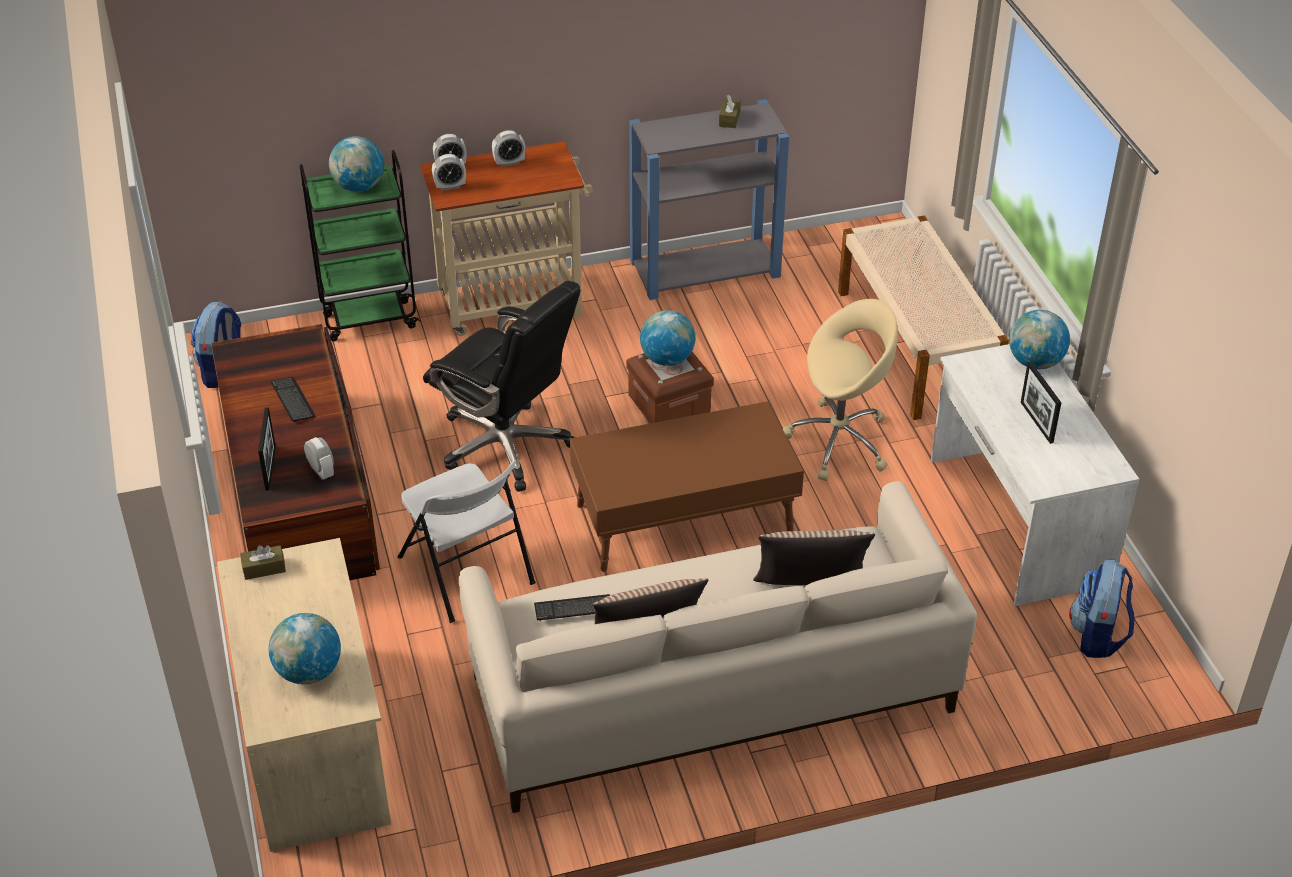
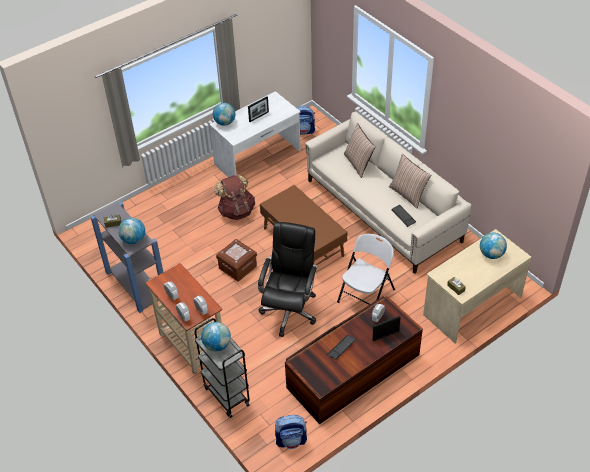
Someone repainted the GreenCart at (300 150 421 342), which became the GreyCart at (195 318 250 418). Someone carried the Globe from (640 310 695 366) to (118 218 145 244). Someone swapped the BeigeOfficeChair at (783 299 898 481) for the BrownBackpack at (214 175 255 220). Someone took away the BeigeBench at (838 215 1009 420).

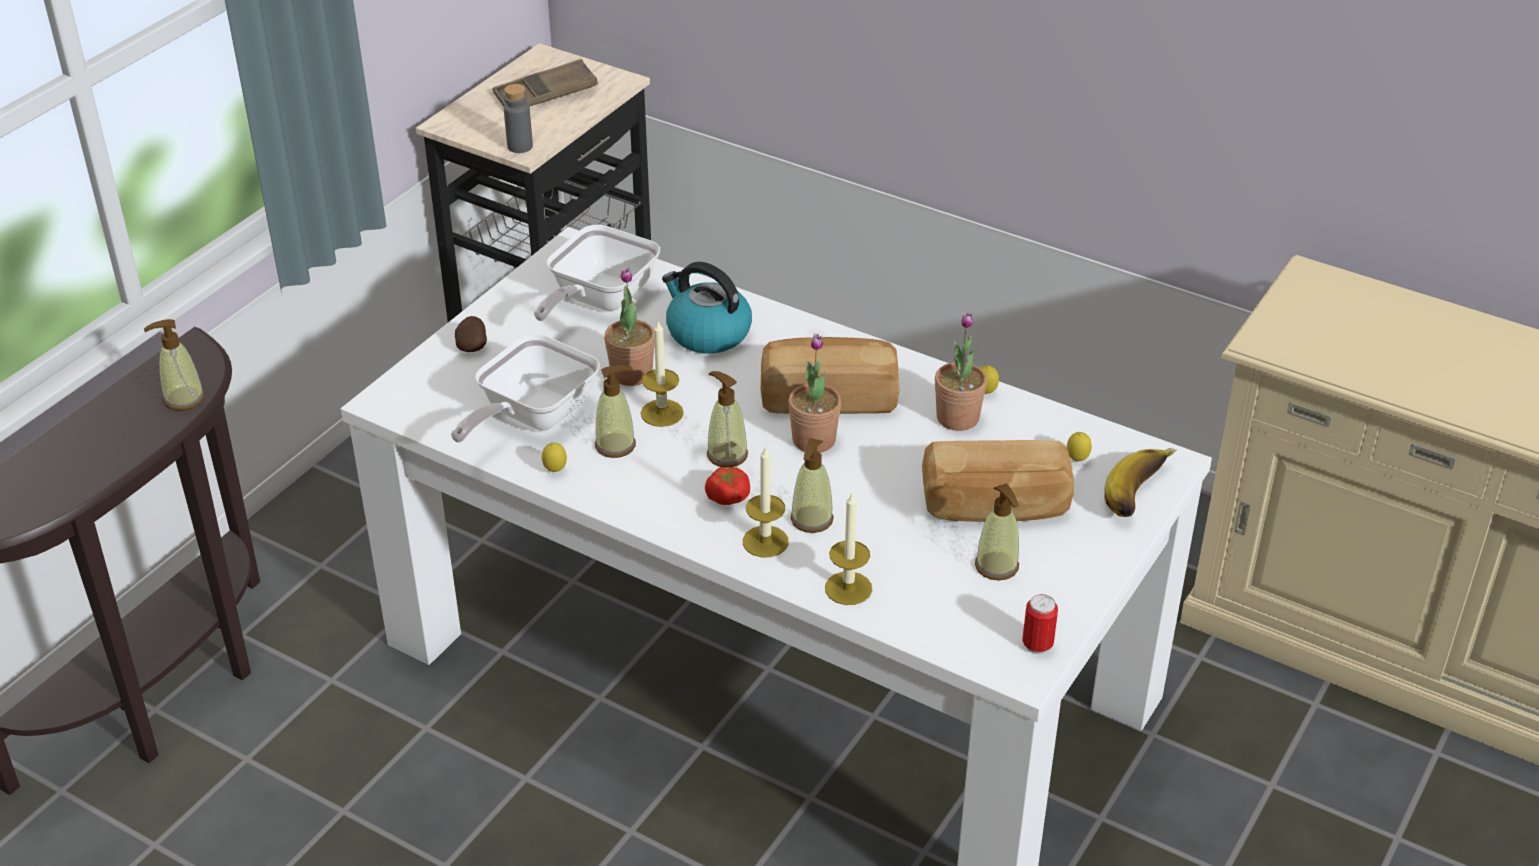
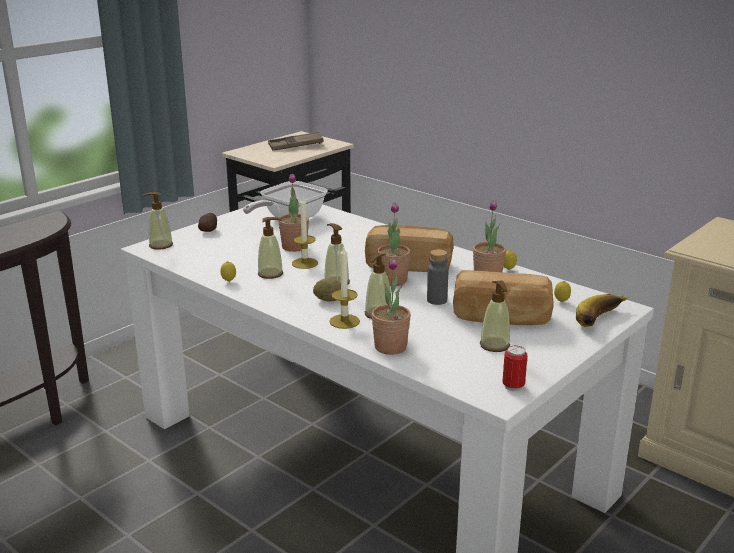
Someone carried the SoapDispenser from (144 319 205 411) to (143 192 173 250). Someone took away the FryingPan at (451 334 600 443). Someone carried the GreyBottle from (504 84 533 153) to (427 249 449 305). Someone took away the Kettle at (662 262 752 354). Someone swapped the Tomato at (705 467 750 505) for the Potato at (313 278 341 302). Someone swapped the Candle at (825 493 872 605) for the PottedPlant at (371 258 411 355).

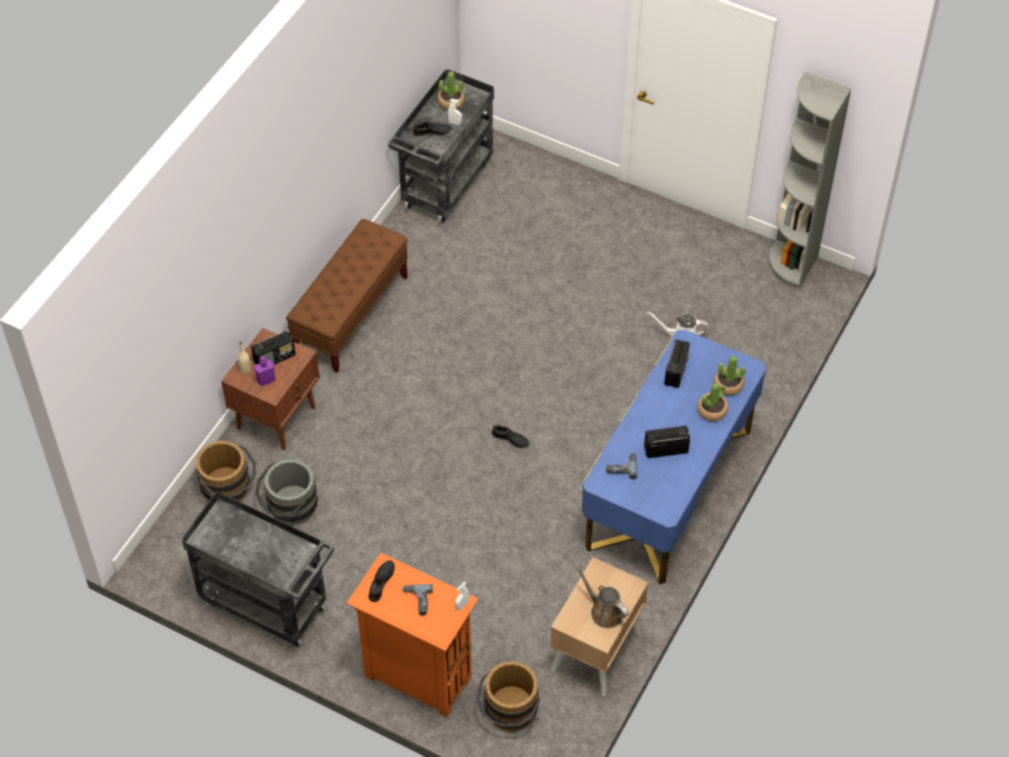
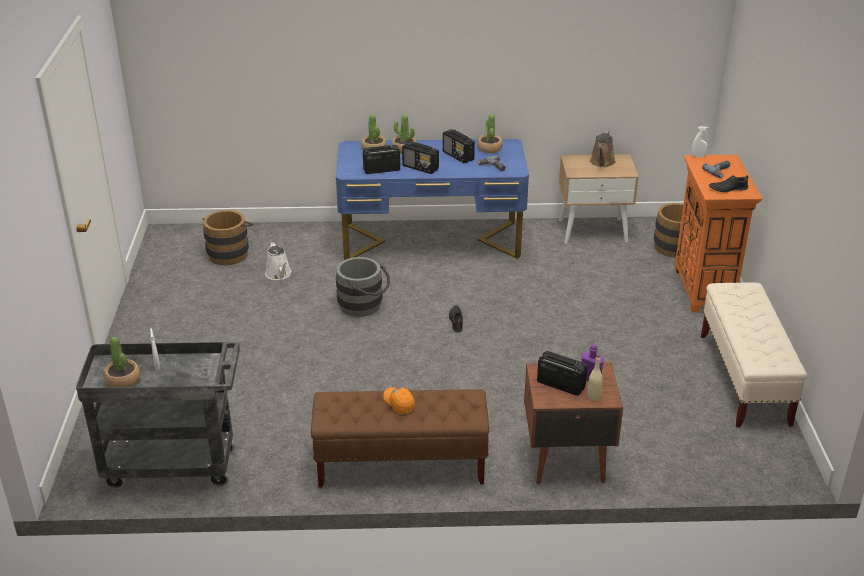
Someone swapped the BlackCart at (182 492 334 647) for the BeigeBench at (701 282 807 428). Someone carried the BrownBucket from (196 441 256 502) to (203 210 253 265). Someone carried the GreyBucket from (255 459 318 525) to (336 257 390 317). Someone took away the BlackShoe at (413 121 452 136). Someone took away the GreyBookcase at (769 72 851 287). Someone put down the OrangeCap at (383 387 415 414). Someone put down the Radio at (402 142 439 174). Someone put down the PottedPlant at (478 114 503 153).

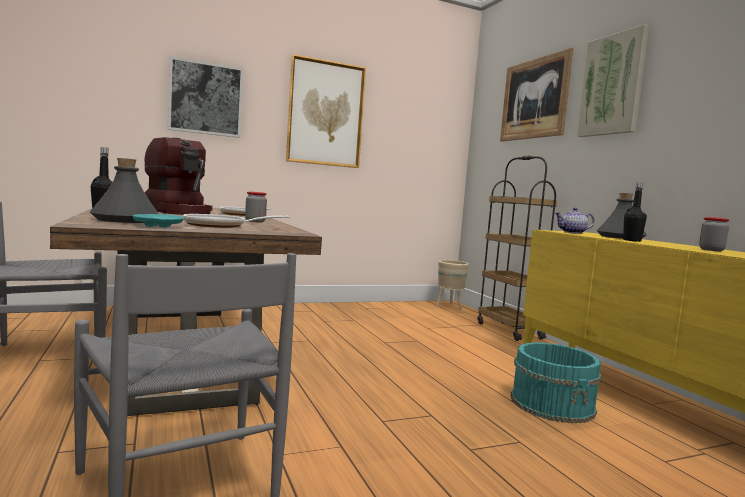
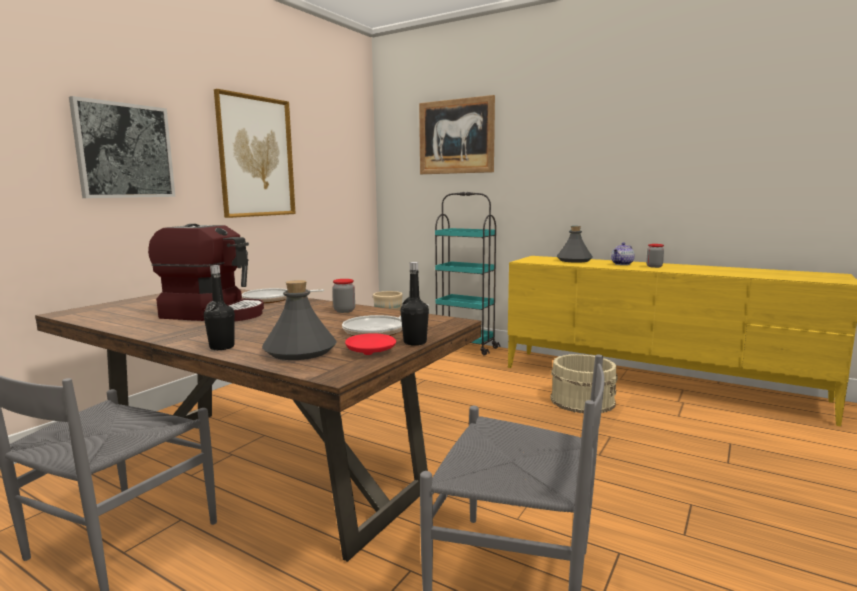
Someone repainted the TurquoisePlate at (133 214 184 228), which became the RedPlate at (345 333 396 355). Someone repainted the BrownCart at (478 156 557 341), which became the TurquoiseCart at (435 192 501 355). Someone repainted the TurquoiseBucket at (511 343 602 423), which became the BeigeBucket at (550 354 617 413). Someone carried the Teapot from (555 208 594 234) to (611 243 635 265). Someone took away the Picture at (577 24 649 137). Someone carried the BlackBottle from (623 182 647 242) to (401 262 429 346).

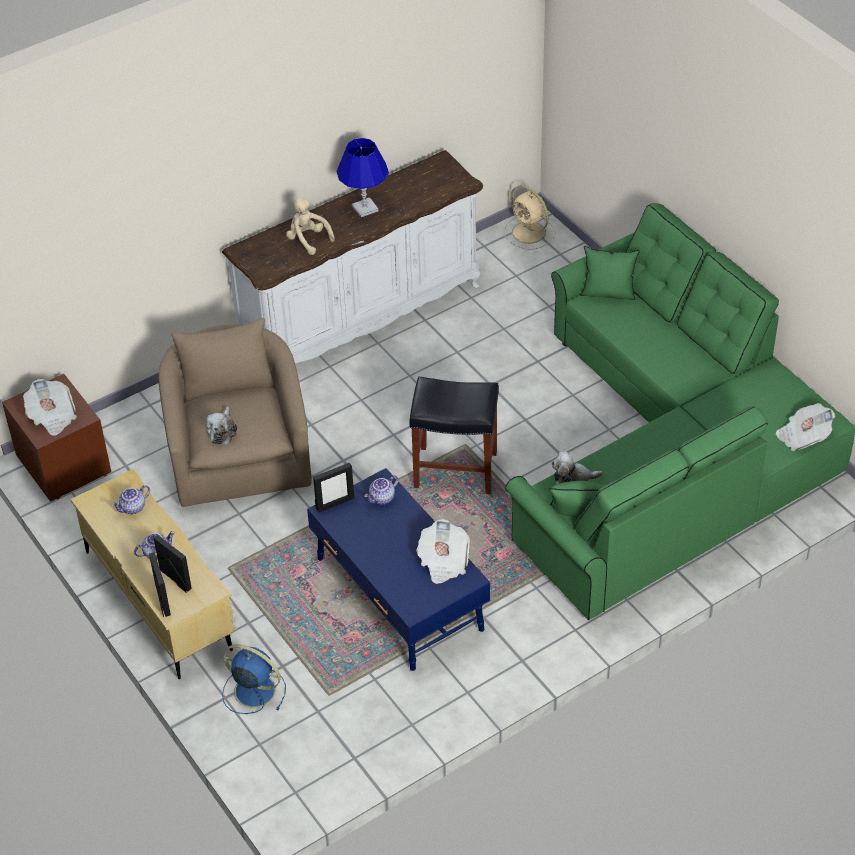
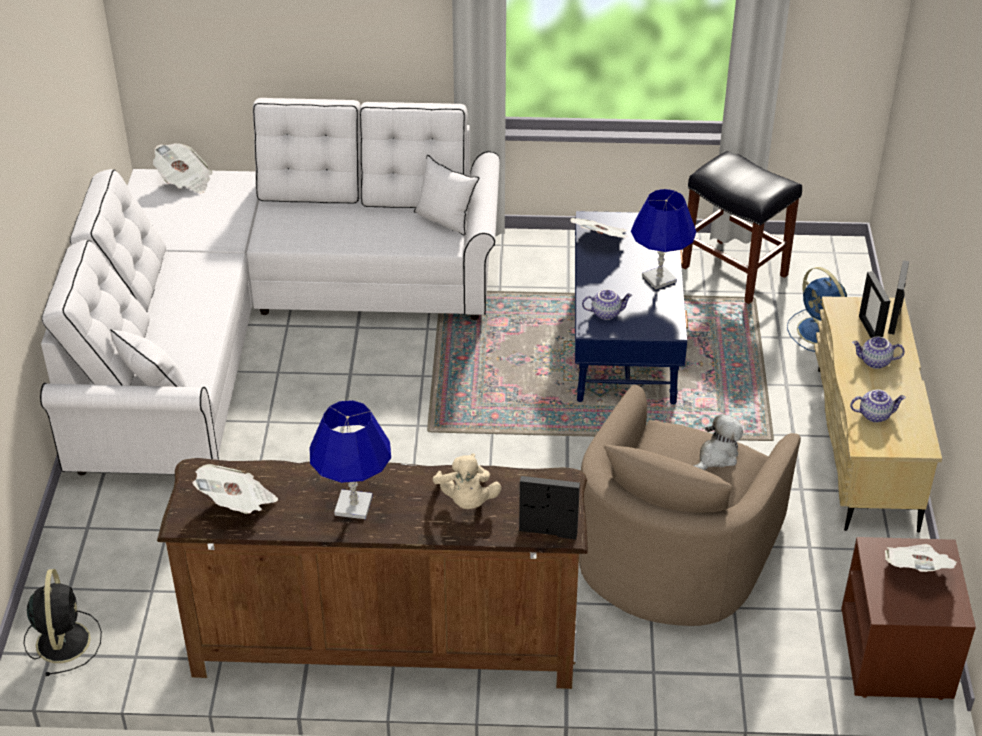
Someone carried the PictureFrame from (313 462 354 513) to (519 476 580 540). Someone carried the BlackStool from (409 377 499 494) to (682 151 802 304). Someone repainted the BeigeFan at (504 185 556 250), which became the BlackFan at (24 569 102 676). Someone repainted the GreenSofa at (505 203 855 620), which became the WhiteSofa at (40 98 500 475). Someone took away the PlushToy at (552 451 603 485). Someone put down the Newspaper at (192 464 278 514). Someone put down the BlueTableLamp at (631 189 696 290).

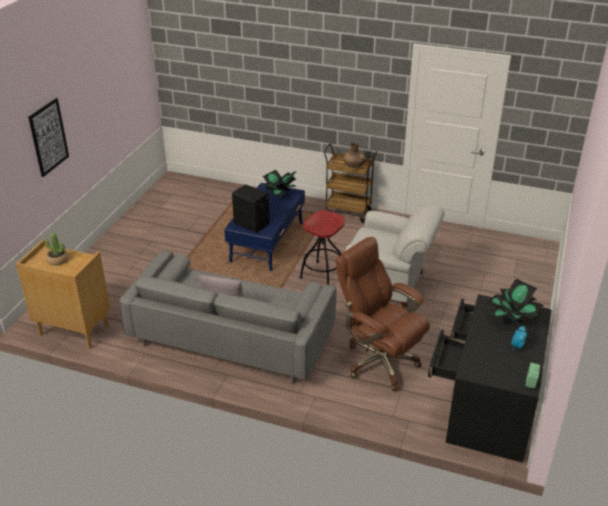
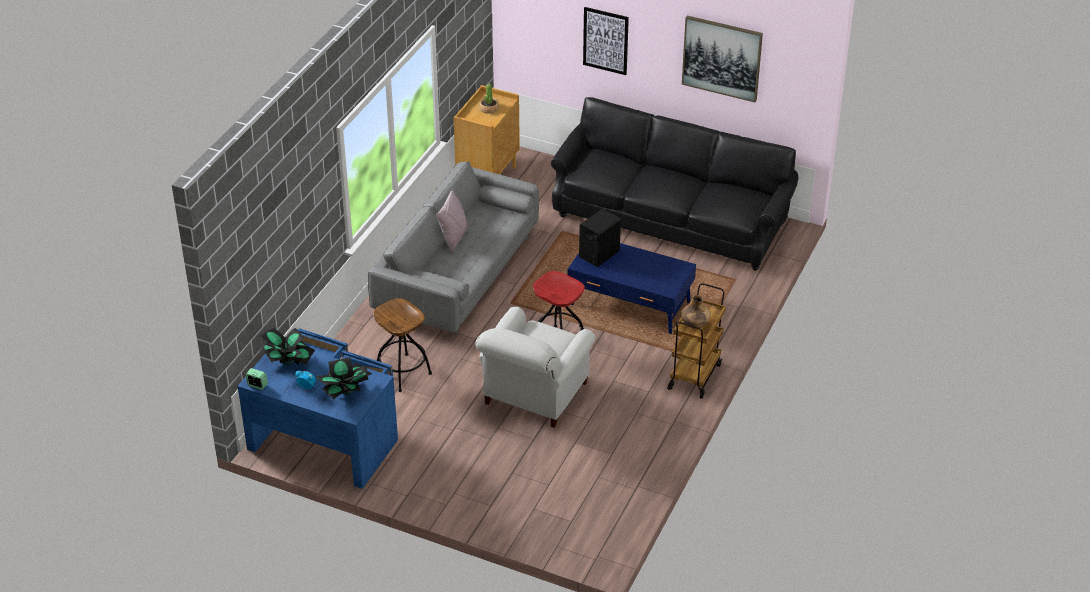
Someone carried the PottedPlant from (262 170 297 197) to (259 328 315 366). Someone swapped the BrownOfficeChair at (336 237 430 391) for the BrownStool at (373 298 432 392). Someone repainted the BlackDesk at (428 294 552 463), which became the BlueDesk at (238 328 398 489). Someone put down the BlackSofa at (551 97 798 271). Someone put up the Picture at (682 16 763 102).

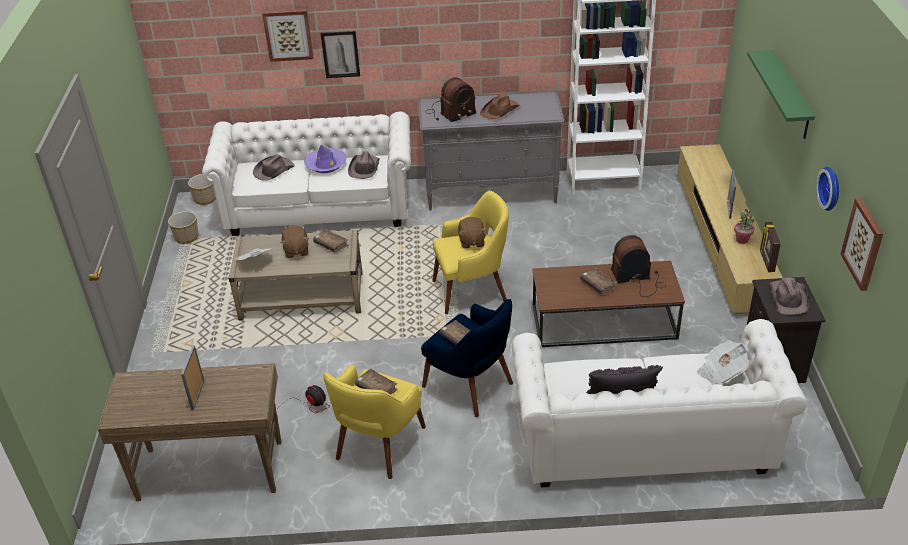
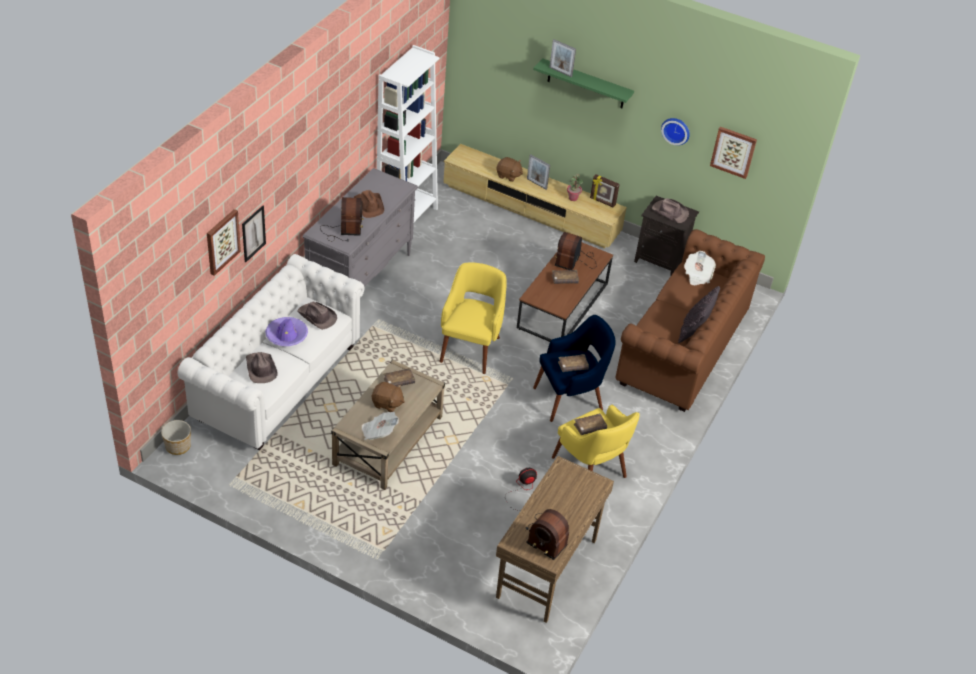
Someone took away the Planter at (168 211 199 244). Someone carried the PictureFrame from (181 345 204 410) to (549 39 576 77). Someone carried the BrownPlushToy from (458 217 487 249) to (496 157 523 182). Someone repainted the WhiteSofa at (512 319 807 487), which became the BrownSofa at (615 229 765 412). Someone put down the Radio at (526 509 569 560).

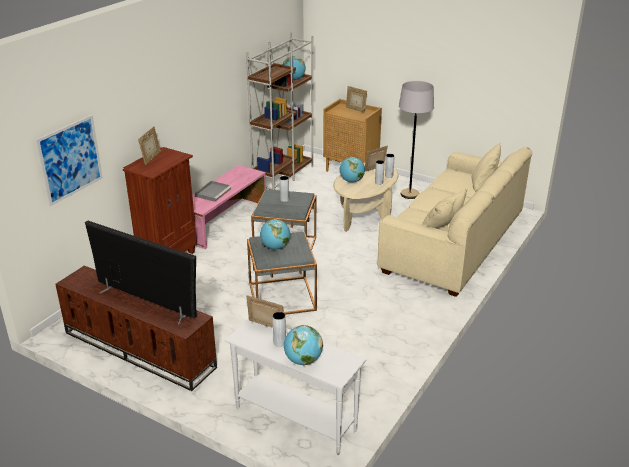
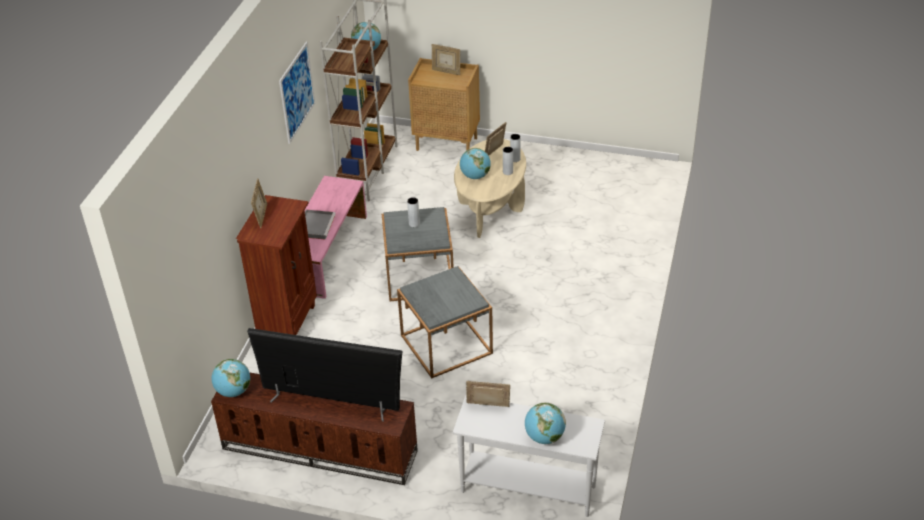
Someone carried the Picture from (36 115 103 206) to (279 42 315 144). Someone carried the Globe from (260 219 290 249) to (211 359 250 397). Someone took away the GreyVase at (273 312 286 347). Someone took away the BeigeSofa at (377 143 532 297). Someone took away the GreyFloorLamp at (399 81 434 199).

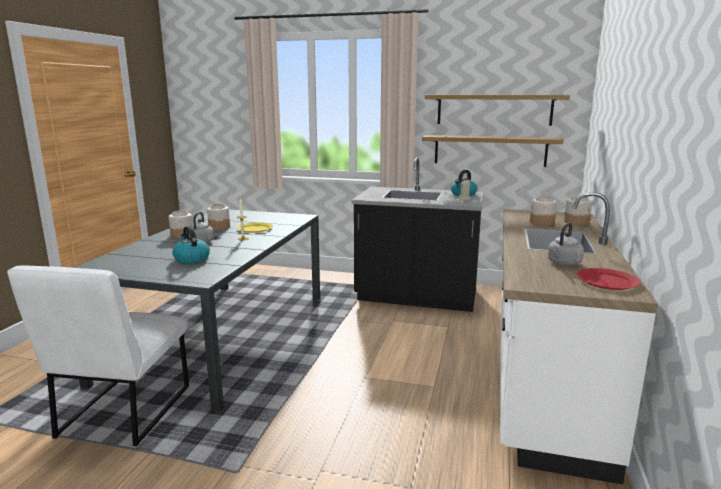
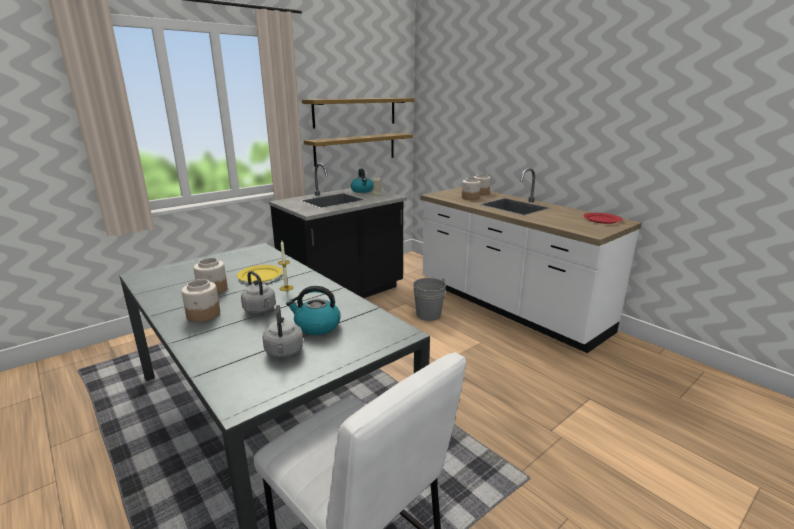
Someone carried the GreyKettle from (548 223 584 266) to (262 305 303 357). Someone put down the GreyBucket at (413 278 446 321).

